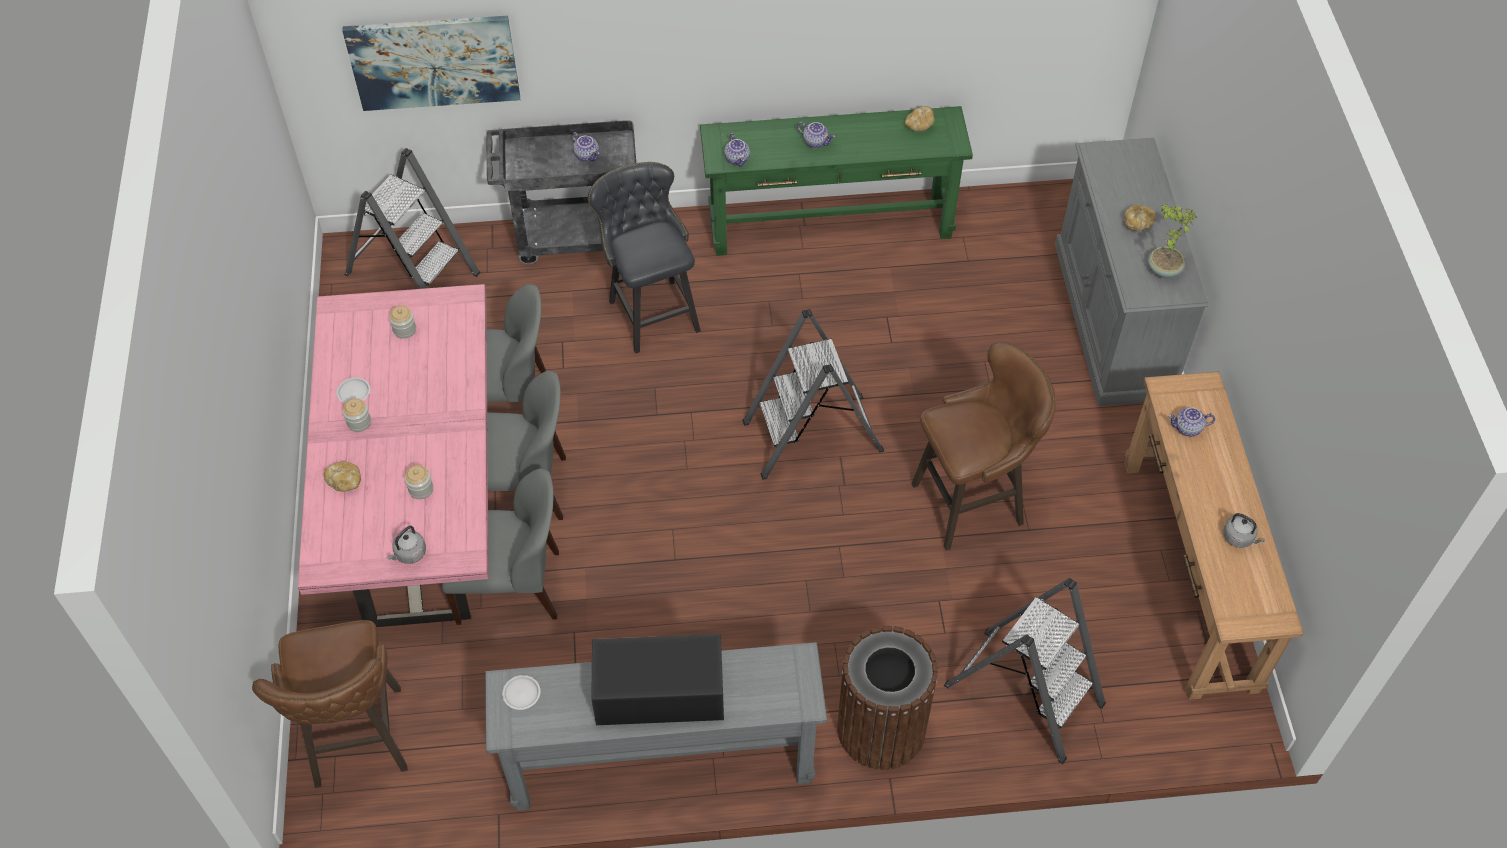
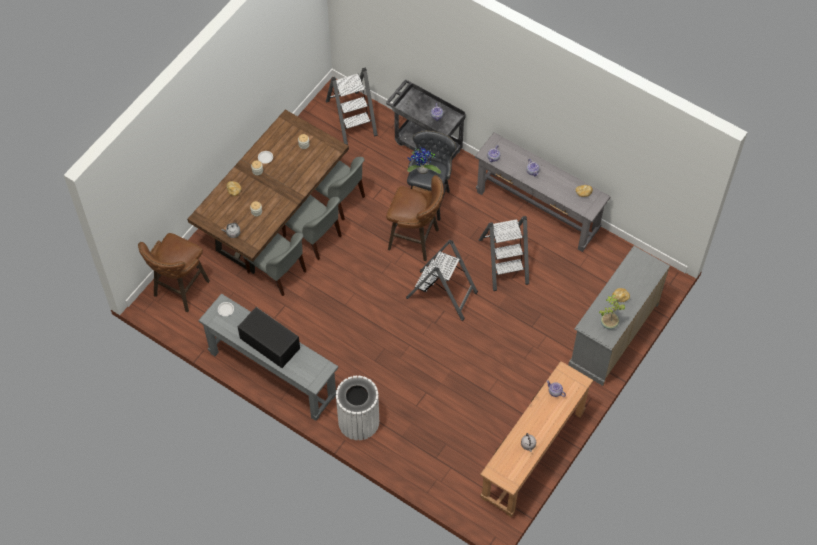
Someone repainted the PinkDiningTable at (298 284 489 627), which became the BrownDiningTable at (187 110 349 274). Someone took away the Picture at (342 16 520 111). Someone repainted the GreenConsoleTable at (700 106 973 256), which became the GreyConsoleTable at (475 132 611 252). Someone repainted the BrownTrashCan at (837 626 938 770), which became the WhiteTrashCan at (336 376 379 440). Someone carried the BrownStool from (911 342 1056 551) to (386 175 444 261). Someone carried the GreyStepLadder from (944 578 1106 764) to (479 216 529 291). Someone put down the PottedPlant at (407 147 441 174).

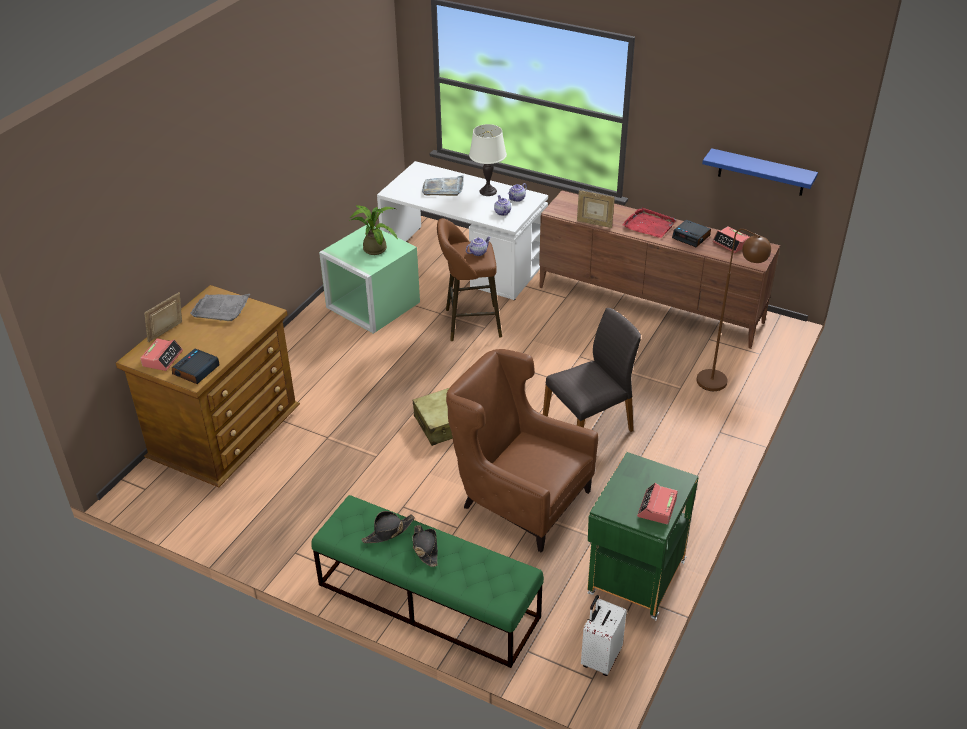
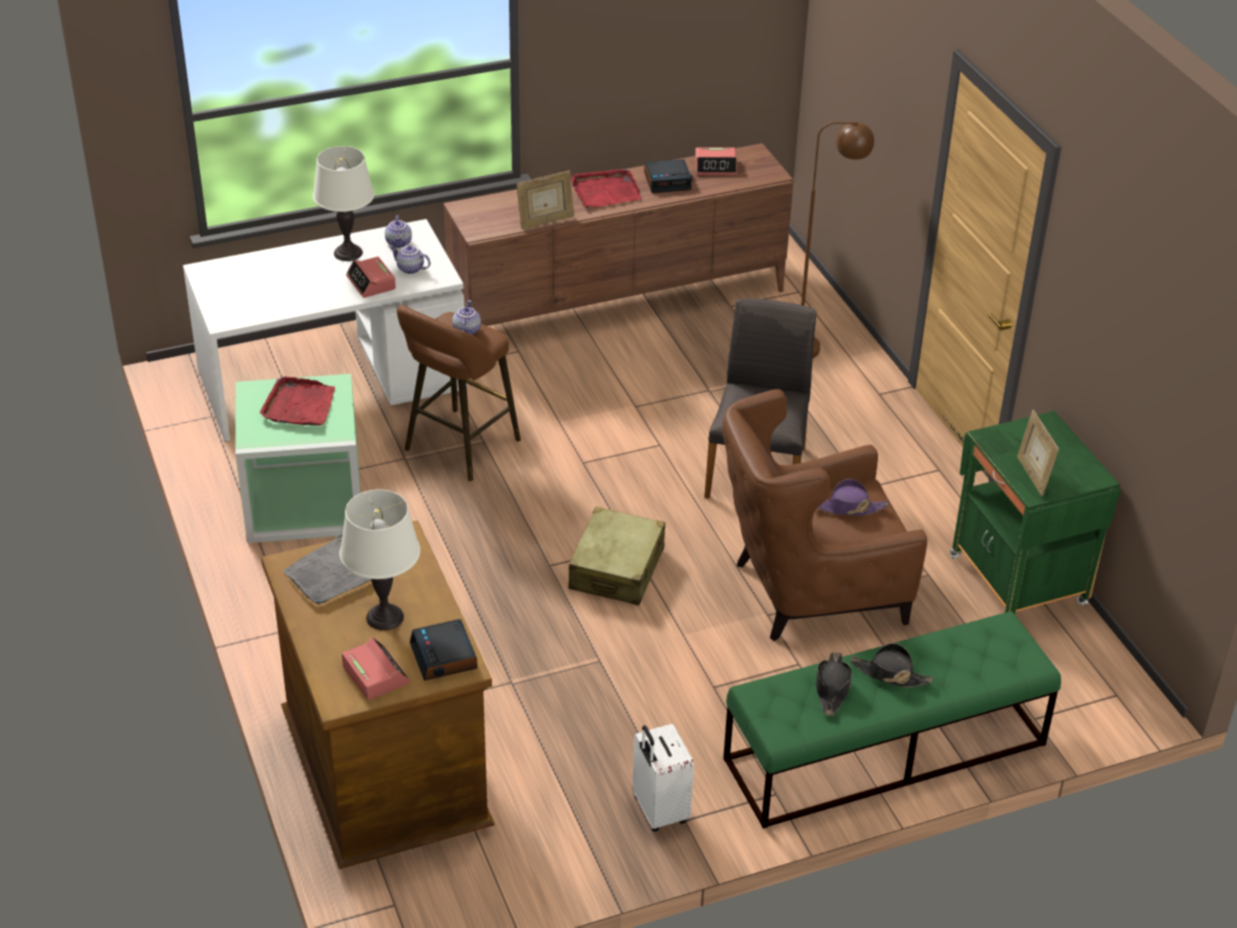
Someone carried the PictureFrame from (145 292 182 343) to (1017 410 1059 496). Someone swapped the PottedPlant at (349 205 398 255) for the RedTray at (260 376 335 426). Someone took away the GreyTray at (422 175 464 196). Someone carried the WhiteSuitcase from (581 595 627 676) to (632 724 694 831). Someone carried the AlarmClock from (637 483 678 525) to (346 256 396 298). Someone took away the BlueShelf at (702 148 818 196). Someone put down the WhiteTableLamp at (340 489 420 630). Someone put down the PurpleHat at (818 479 888 516).

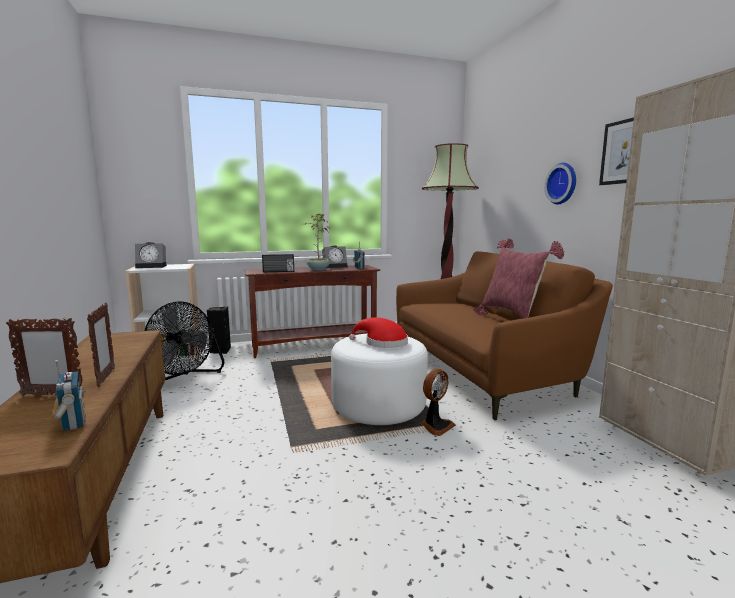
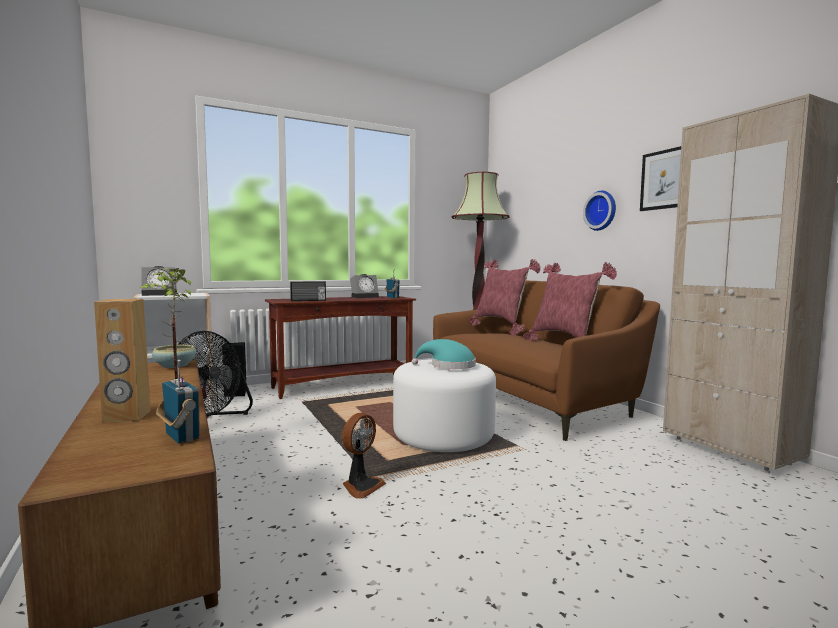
Someone swapped the PictureFrame at (6 317 82 396) for the BrownSpeaker at (94 299 151 422). Someone carried the PottedPlant from (302 213 330 271) to (140 268 196 368). Someone repainted the RedHat at (349 317 408 348), which became the TurquoiseHat at (412 339 476 369). Someone carried the Fan from (421 369 456 436) to (342 413 386 498). Someone put down the RedPillow at (470 259 541 336).

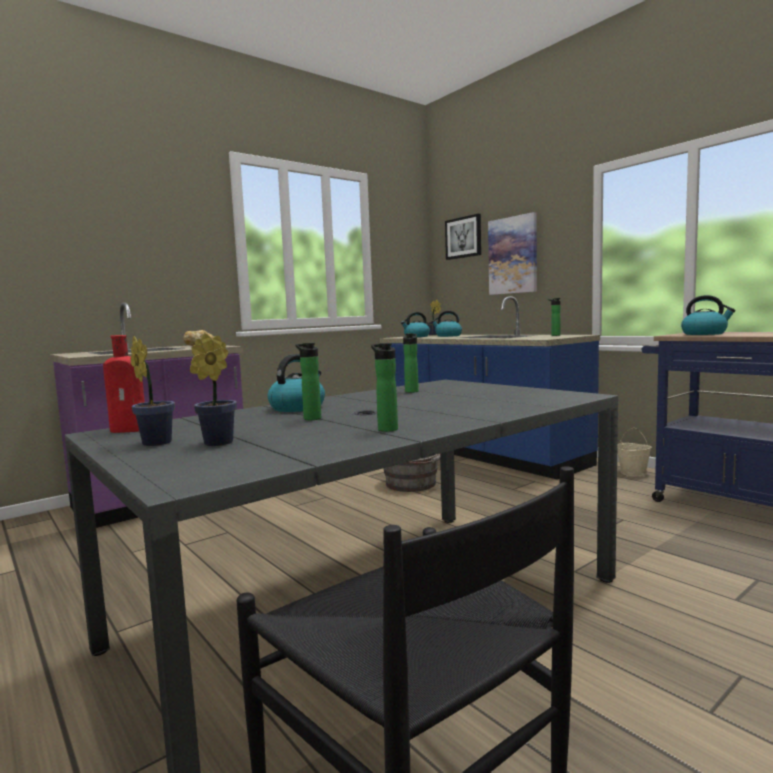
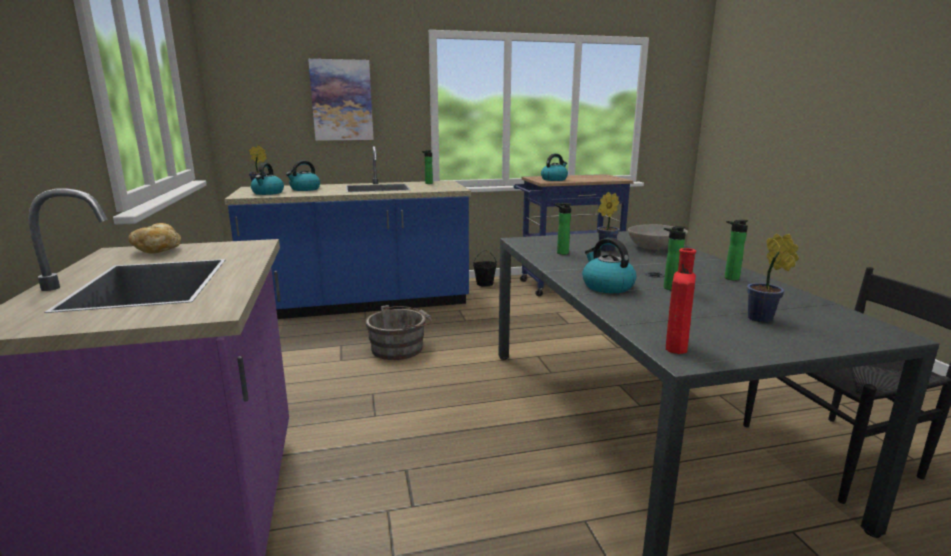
Someone carried the PottedPlant from (131 336 175 446) to (597 192 620 252). Someone took away the Picture at (445 214 481 260). Someone repainted the BeigeBucket at (617 427 652 477), which became the BlackBucket at (473 250 497 287). Someone put down the GreyBowl at (628 224 688 250).

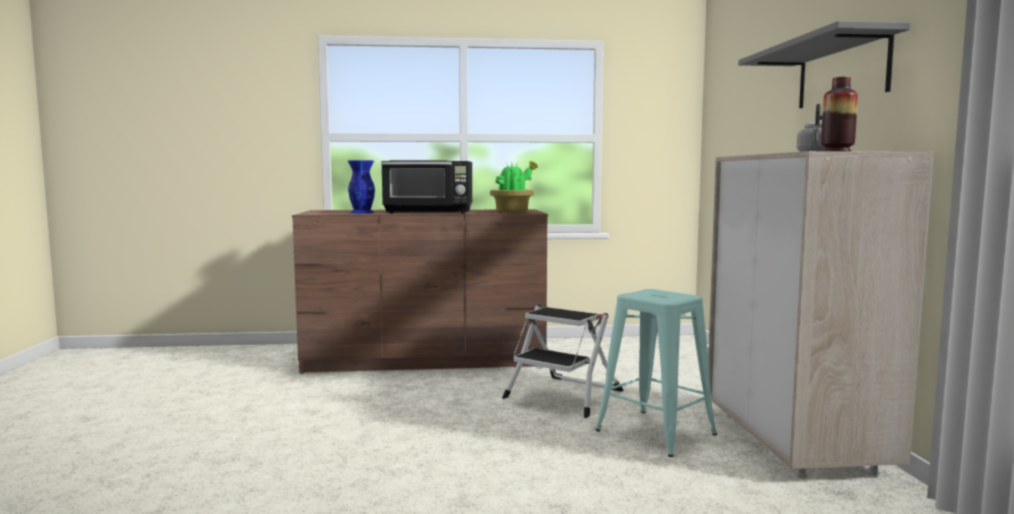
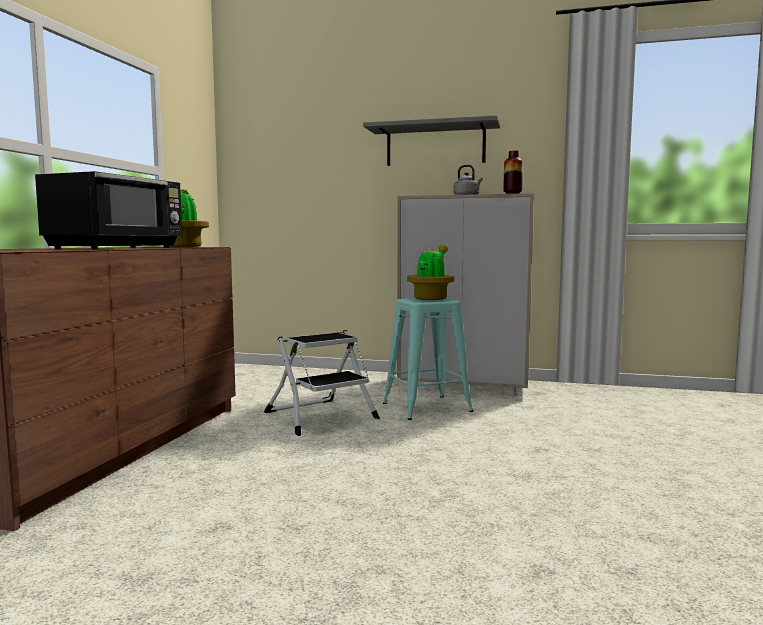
Someone took away the BlueVase at (348 160 375 214). Someone put down the PottedPlant at (407 245 454 300).

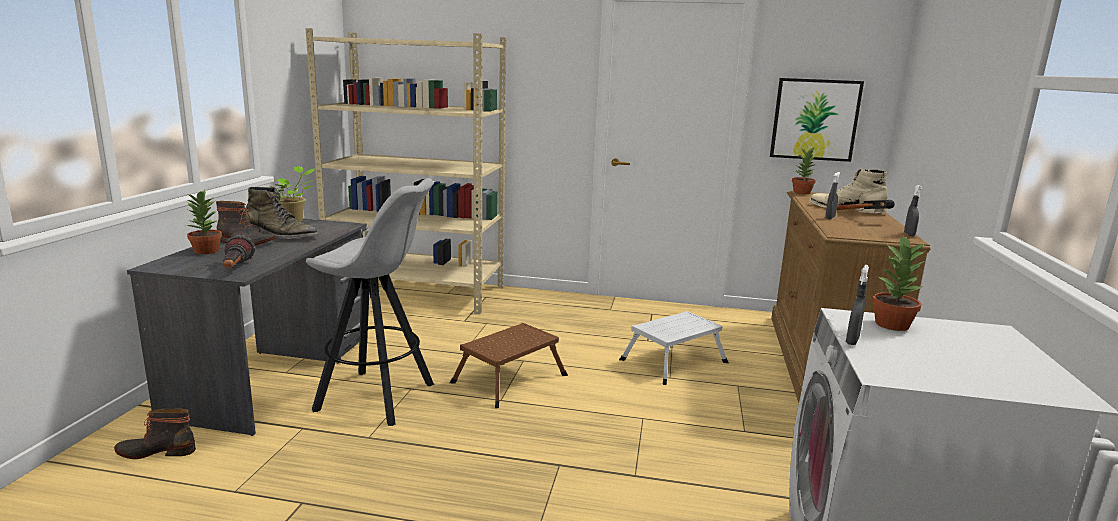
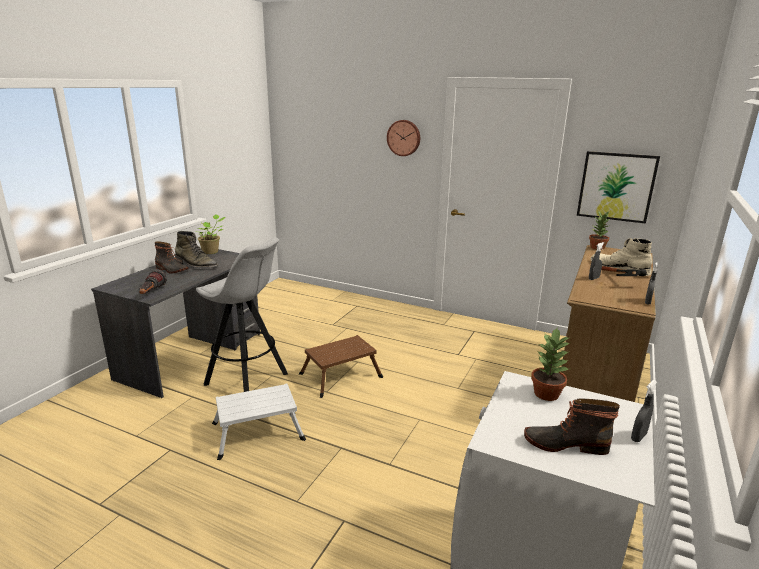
Someone carried the Boot from (114 409 196 459) to (524 398 620 455). Someone took away the PottedPlant at (186 190 222 254). Someone took away the BeigeBookcase at (305 28 506 314). Someone carried the WhiteStepLadder from (619 311 729 385) to (212 383 306 460). Someone carried the GreySprayBottle from (846 265 869 345) to (631 380 657 442). Someone put up the WallClock at (387 120 420 156).

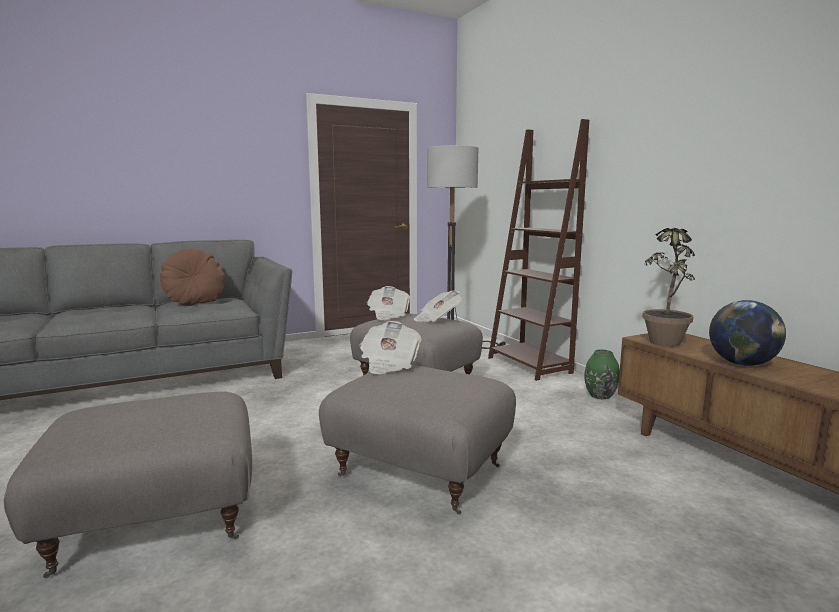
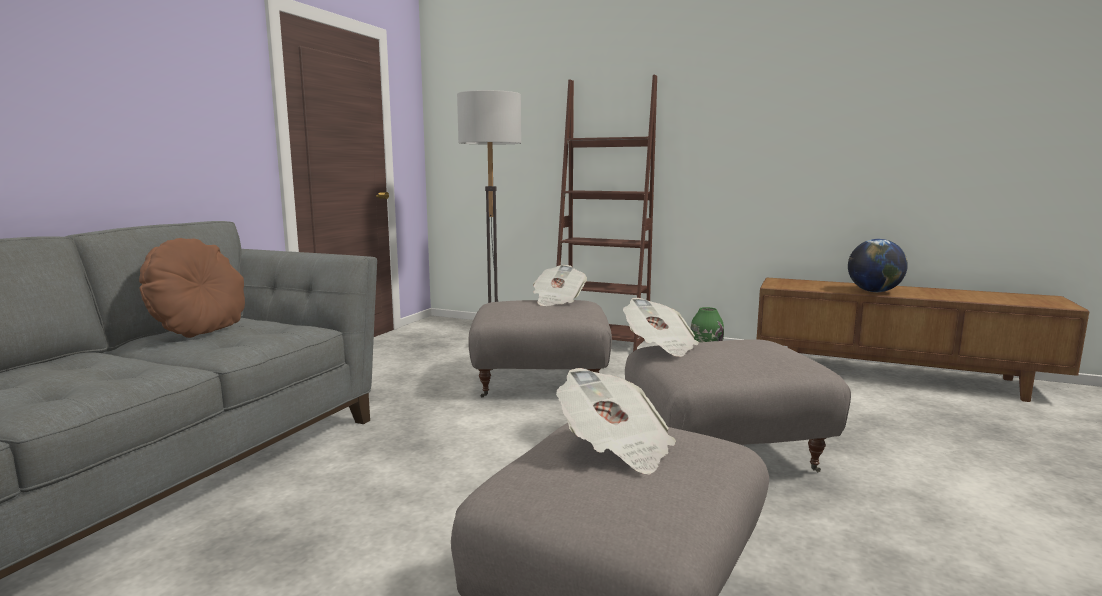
Someone carried the Newspaper from (367 286 410 320) to (556 368 676 474). Someone took away the PottedPlant at (642 228 695 347).

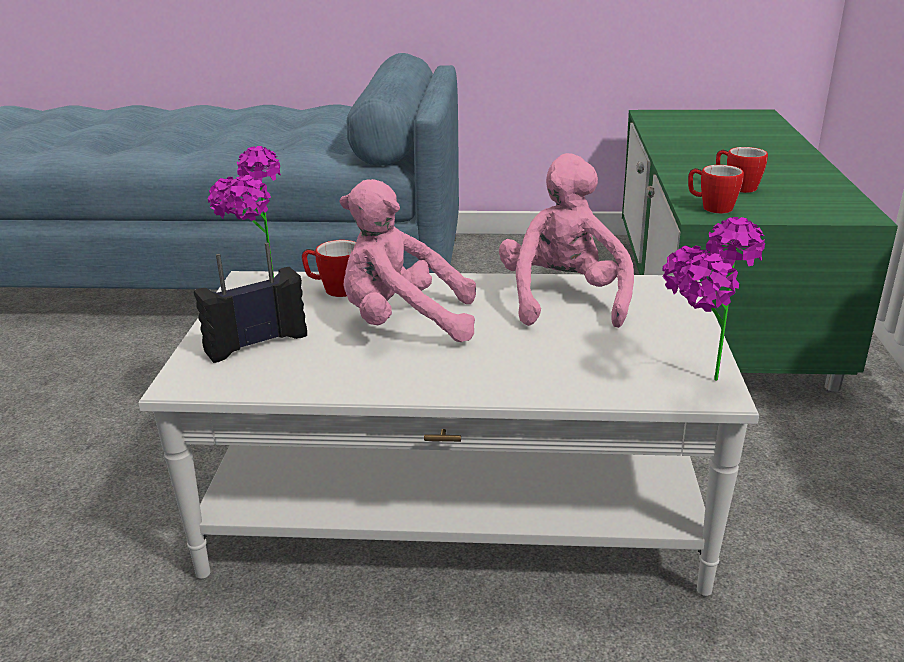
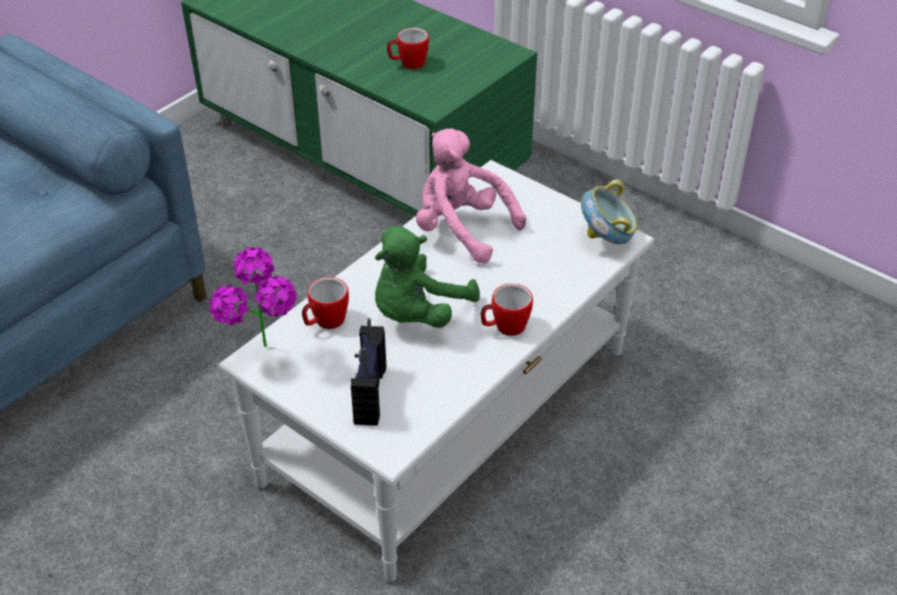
Someone repainted the PinkPlushToy at (340 179 476 342), which became the GreenPlushToy at (375 226 480 328). Someone swapped the PottedPlant at (662 217 765 381) for the Bowl at (581 179 637 244). Someone carried the Mug from (688 165 744 214) to (481 283 533 336).

